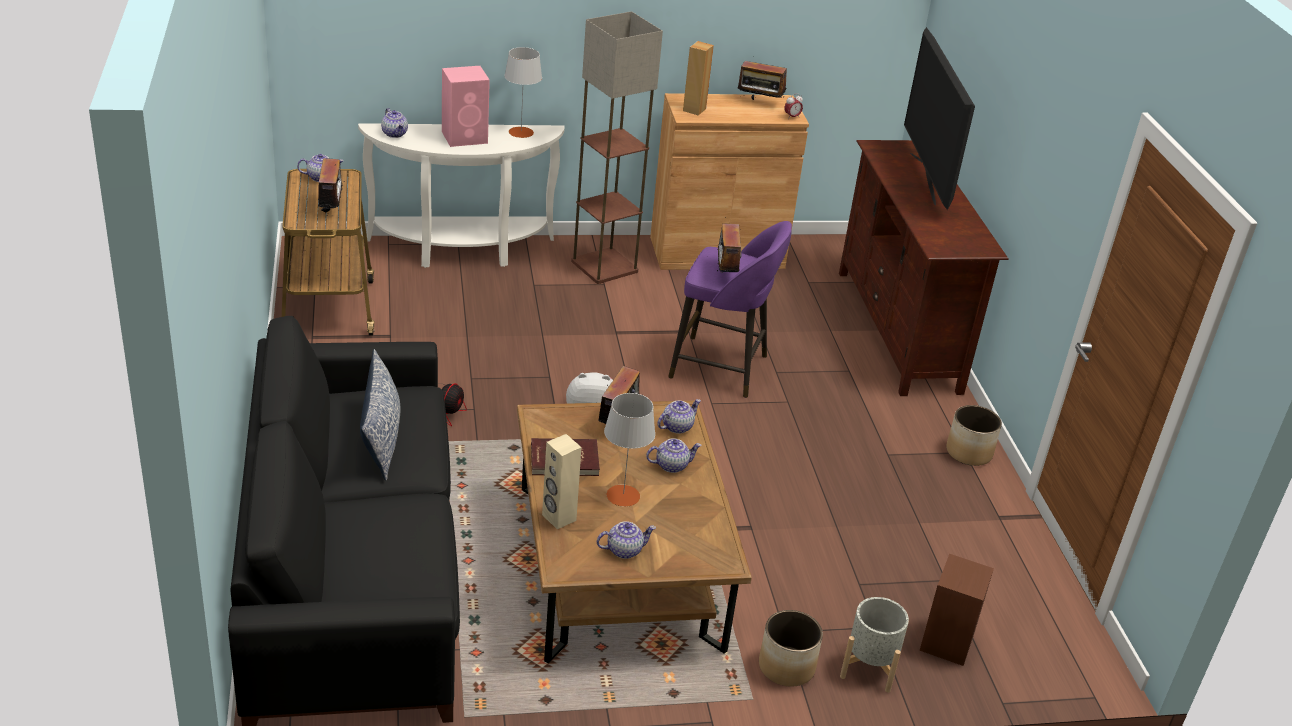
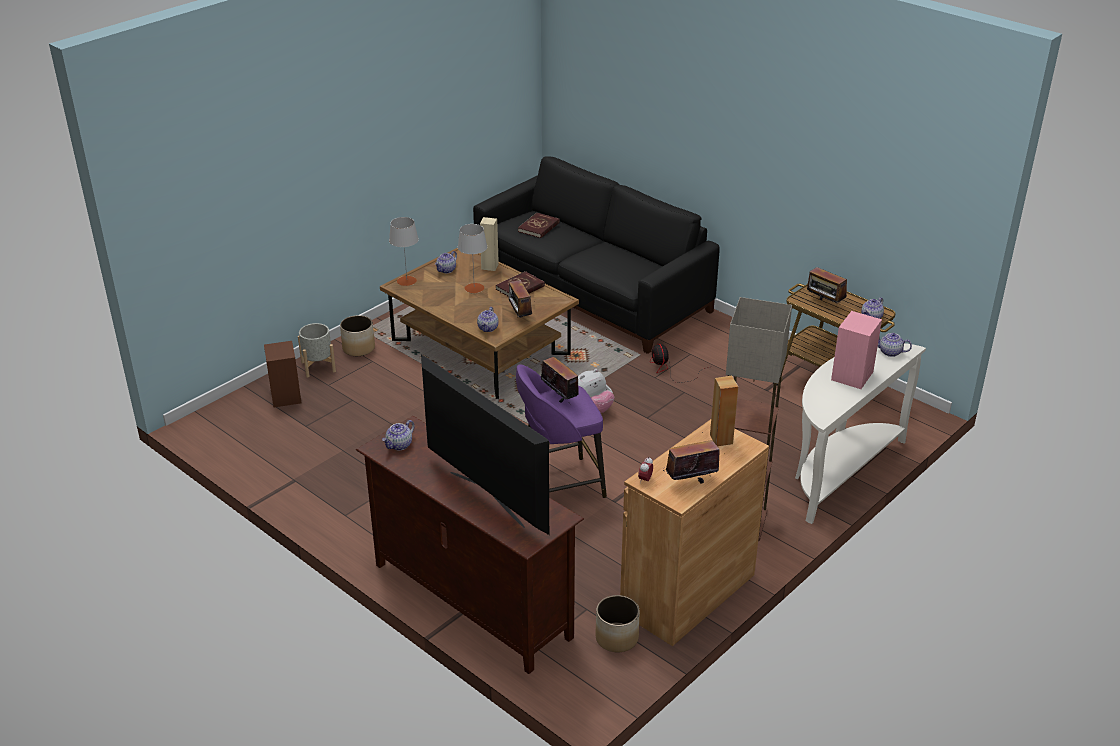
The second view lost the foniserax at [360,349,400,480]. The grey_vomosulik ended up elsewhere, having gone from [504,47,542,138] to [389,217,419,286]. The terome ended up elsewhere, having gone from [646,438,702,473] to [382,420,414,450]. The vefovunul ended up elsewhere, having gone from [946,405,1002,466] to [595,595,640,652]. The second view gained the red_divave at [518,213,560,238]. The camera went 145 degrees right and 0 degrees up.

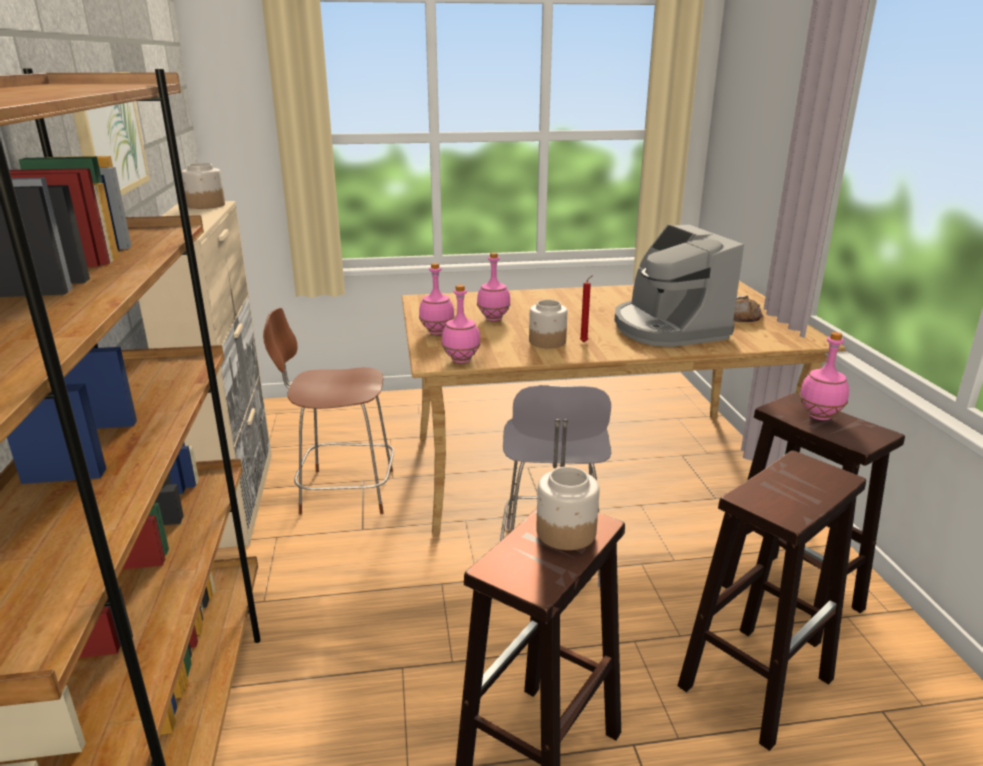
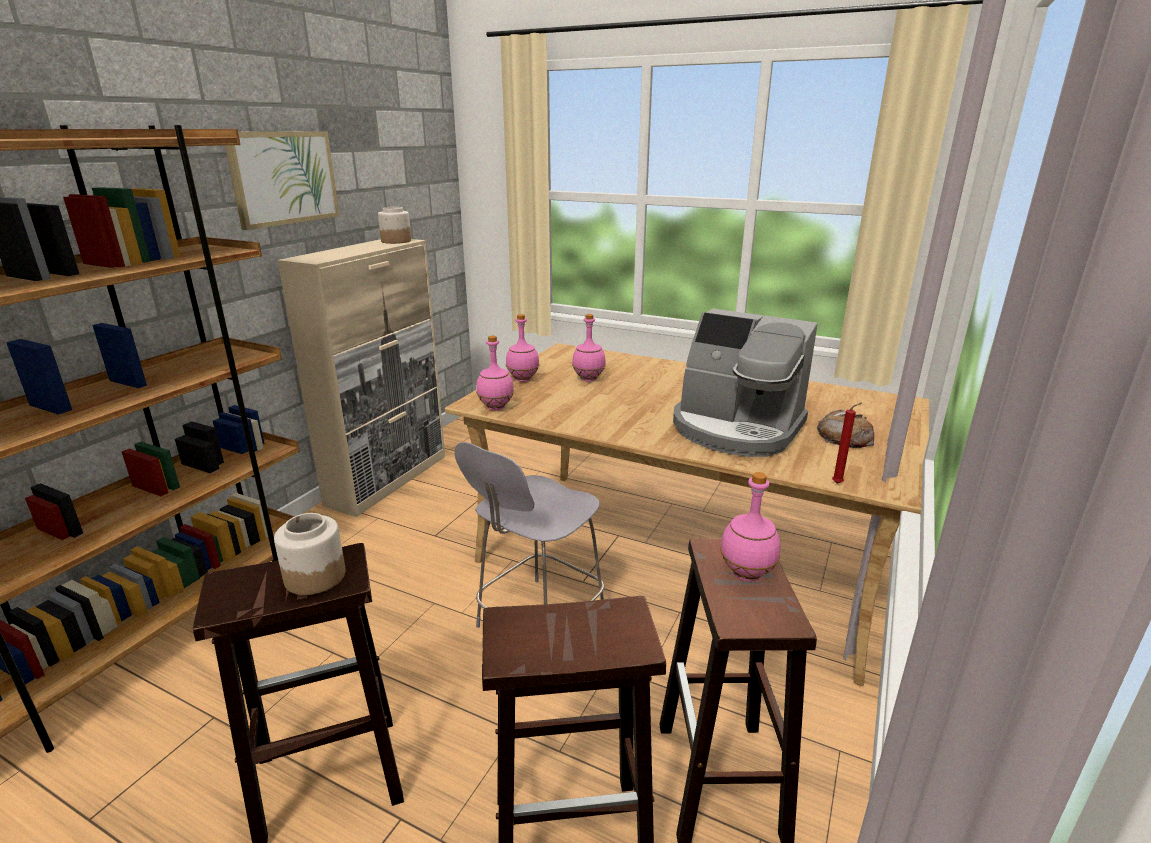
The second view lost the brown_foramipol at [263,308,394,515]. The second view lost the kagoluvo at [529,300,567,348]. The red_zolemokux ended up elsewhere, having gone from [580,275,593,342] to [832,403,862,484]. The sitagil at [614,224,744,347] ended up facing another way, 75 degrees counterclockwise from before. The camera went 35 degrees right and 0 degrees up.

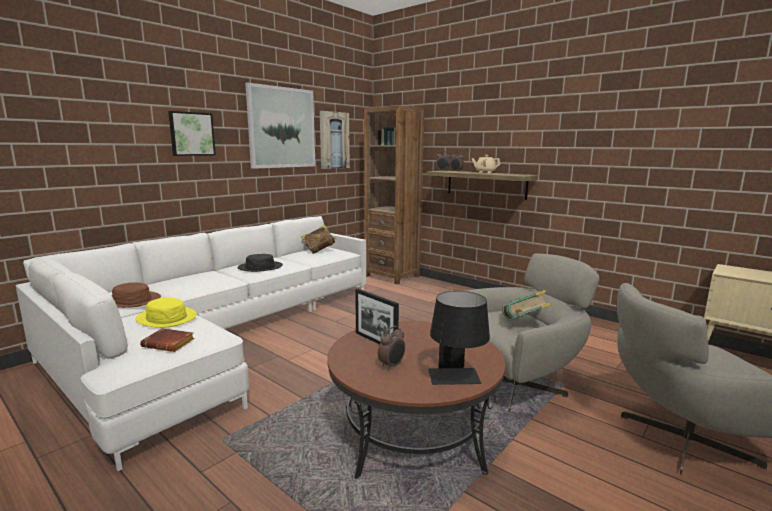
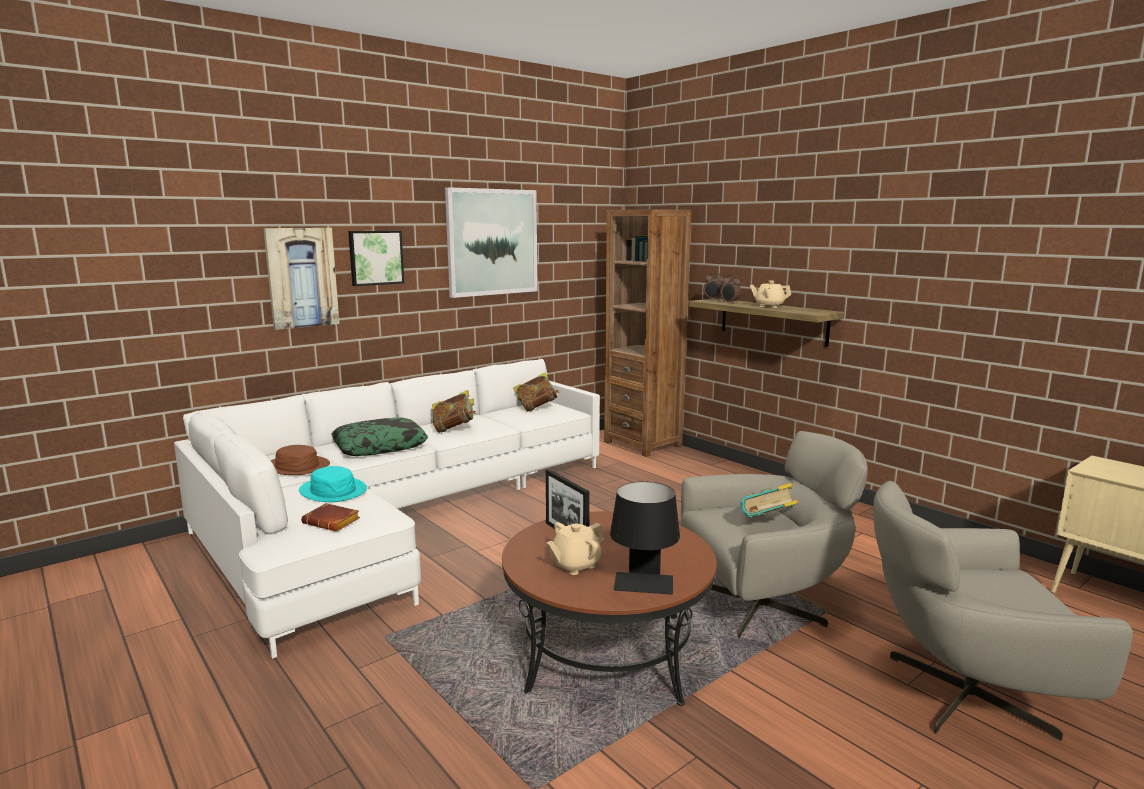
What was the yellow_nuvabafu at [135,297,197,328] turned into the turquoise_nuvabafu at [299,466,367,502]. Where the black_nuvabafu stood at [238,254,283,272], the divave came to stand at [432,390,476,433]. The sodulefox ended up elsewhere, having gone from [320,111,350,169] to [263,228,340,330]. Where the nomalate stood at [378,326,405,370], the beige_terome came to stand at [547,522,604,575]. The second view gained the foniserax at [331,417,428,456]. The camera went 10 degrees right and 0 degrees up.

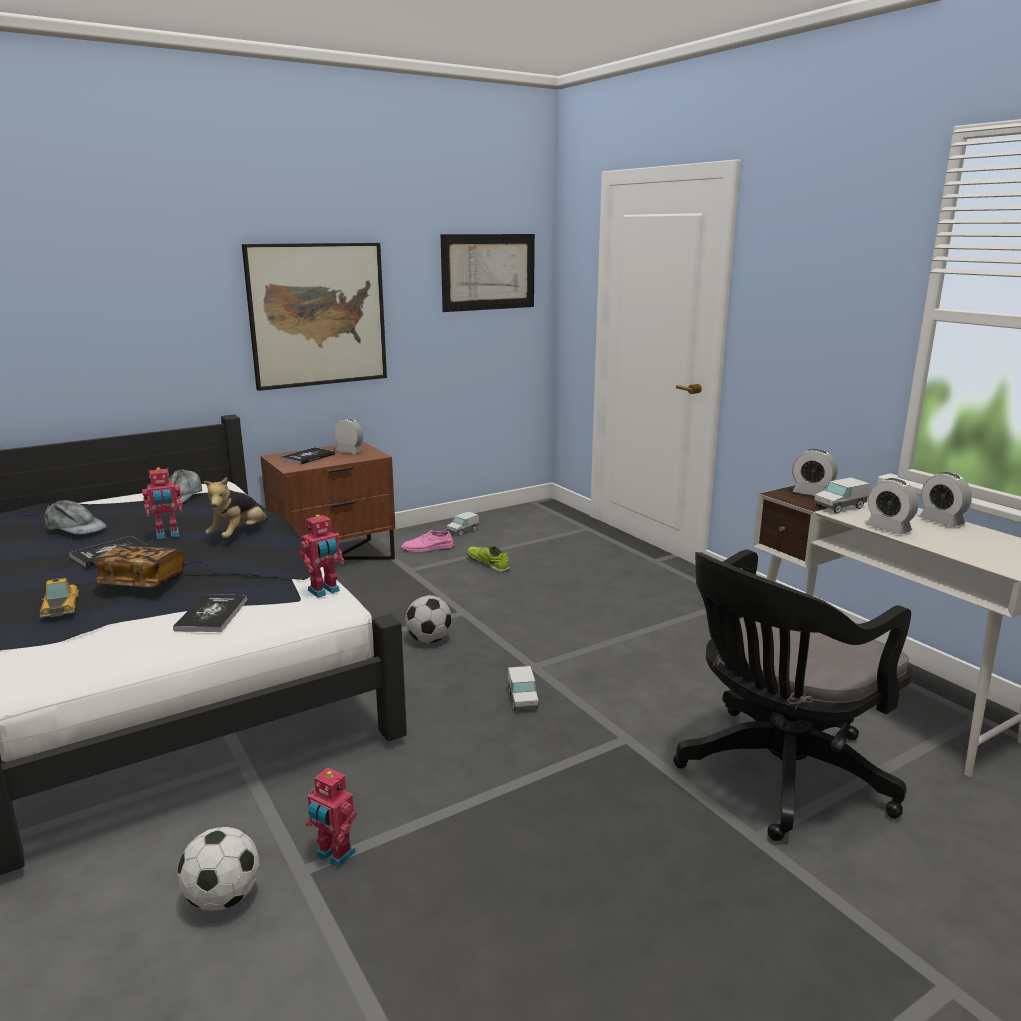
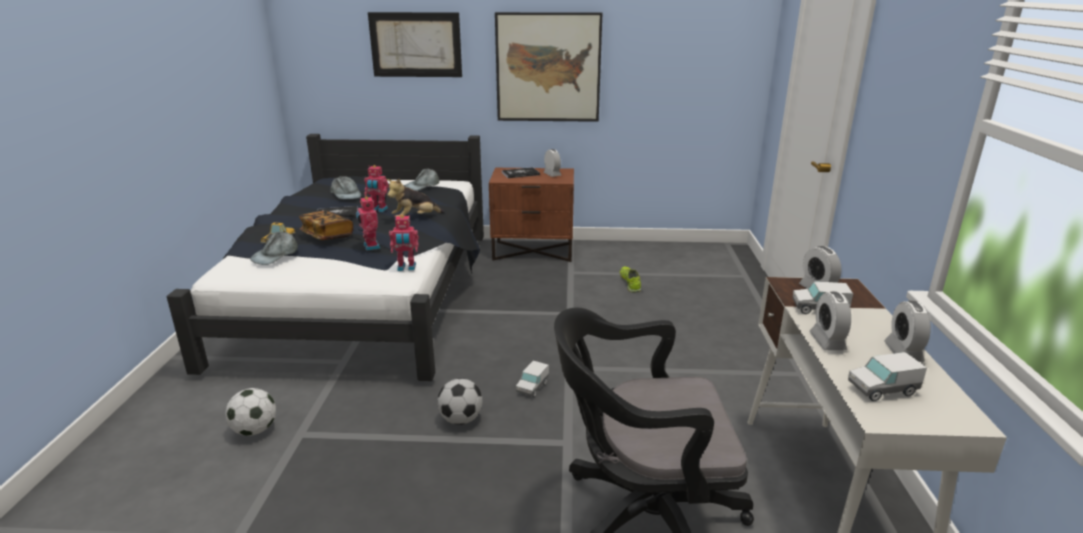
The second view lost the divave at [173,594,248,632]. The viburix ended up elsewhere, having gone from [306,768,357,868] to [356,196,381,251]. The second view lost the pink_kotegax at [401,530,454,552]. The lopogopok ended up elsewhere, having gone from [405,595,452,643] to [437,378,483,425]. The sodulefox ended up elsewhere, having gone from [441,234,535,312] to [368,12,462,77]. The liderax ended up elsewhere, having gone from [447,511,479,536] to [848,352,927,401]. The second view gained the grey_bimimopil at [250,231,298,265]. The camera went 35 degrees right and 5 degrees up.

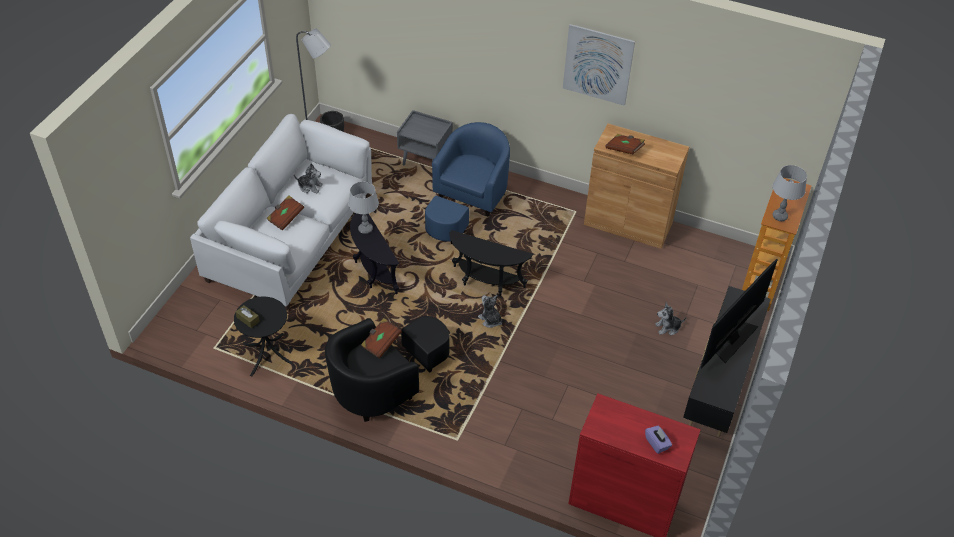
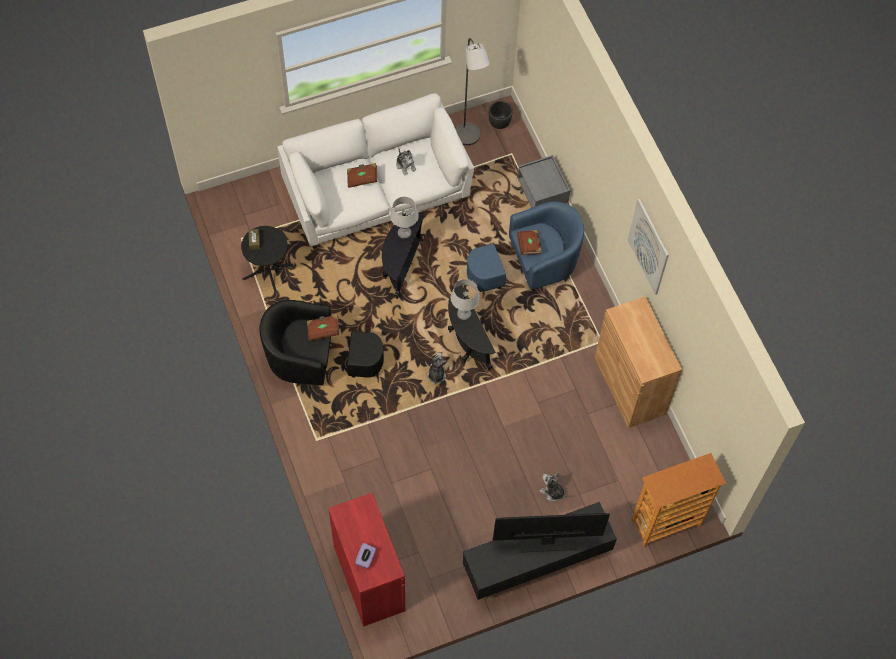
The brown_divave ended up elsewhere, having gone from [605,134,645,154] to [517,230,541,255]. The grey_vomosulik ended up elsewhere, having gone from [772,165,807,221] to [450,279,480,320]. The camera went 45 degrees right and 15 degrees up.

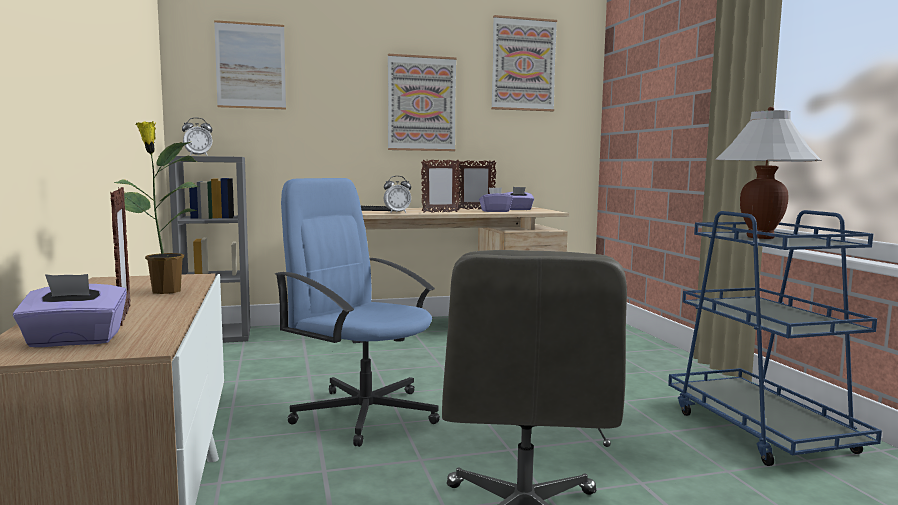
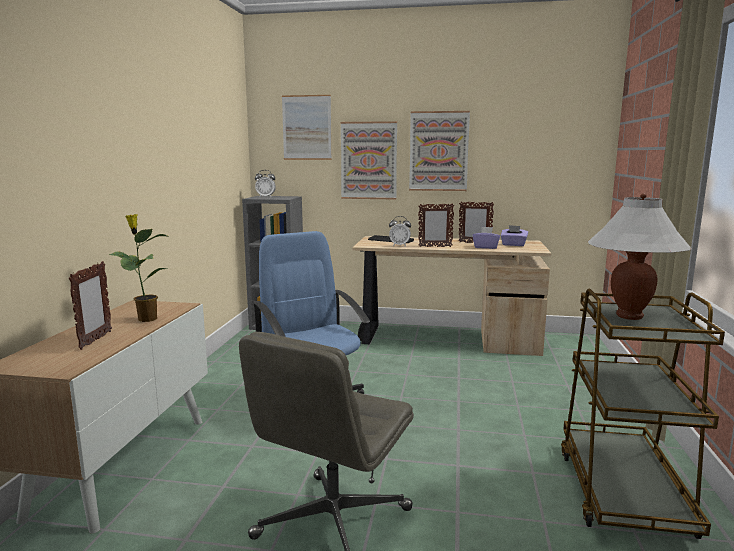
The second view lost the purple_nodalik at [13,274,127,347]. The sodulefox ended up elsewhere, having gone from [491,15,557,111] to [340,121,397,200]. What was the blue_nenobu at [668,210,882,466] turned into the brown_nenobu at [561,288,725,539]. The camera went 25 degrees right and 5 degrees up.

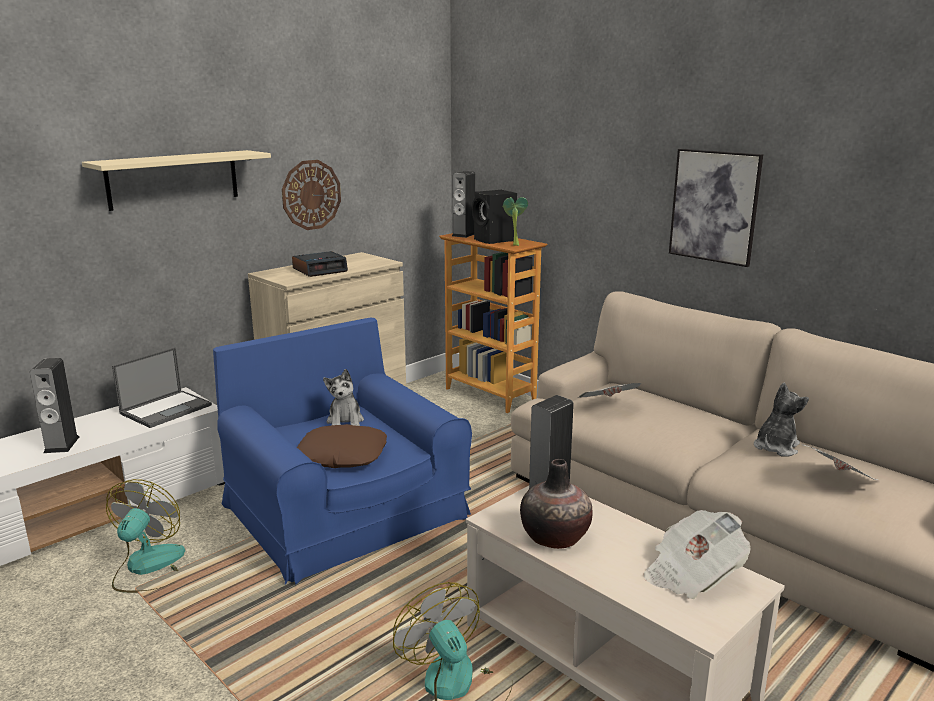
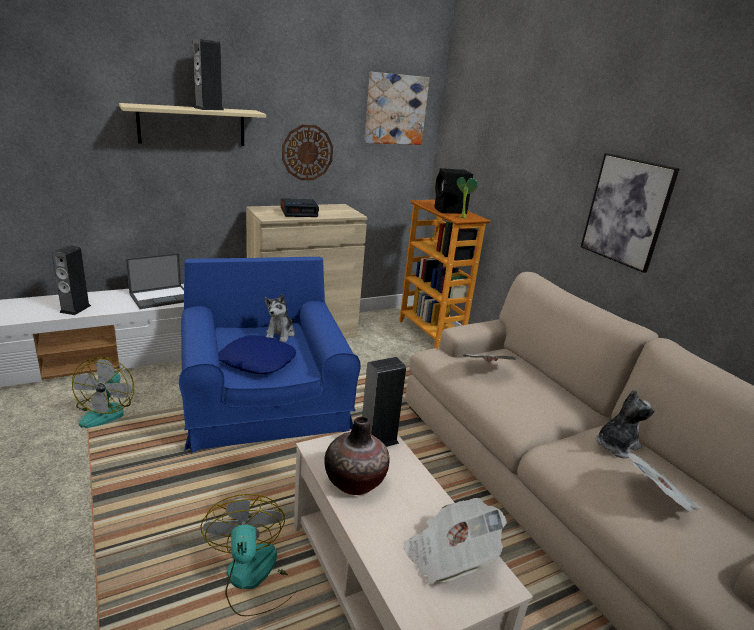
The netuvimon at [106,479,185,593] ended up facing another way, 150 degrees clockwise from before. What was the brown_foniserax at [297,424,387,468] turned into the blue_foniserax at [218,335,296,374]. The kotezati ended up elsewhere, having gone from [452,171,476,238] to [193,39,224,110]. The second view gained the sodulefox at [364,72,430,145]. The camera went 15 degrees right and 5 degrees up.

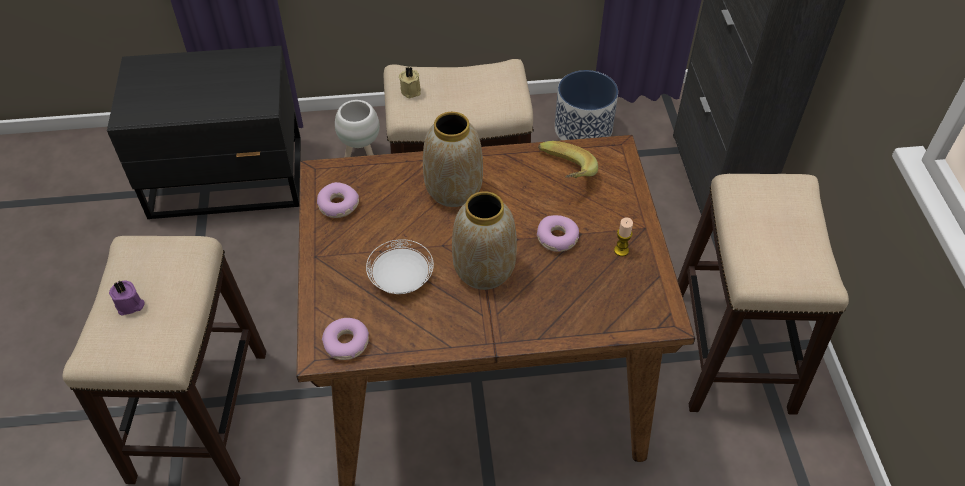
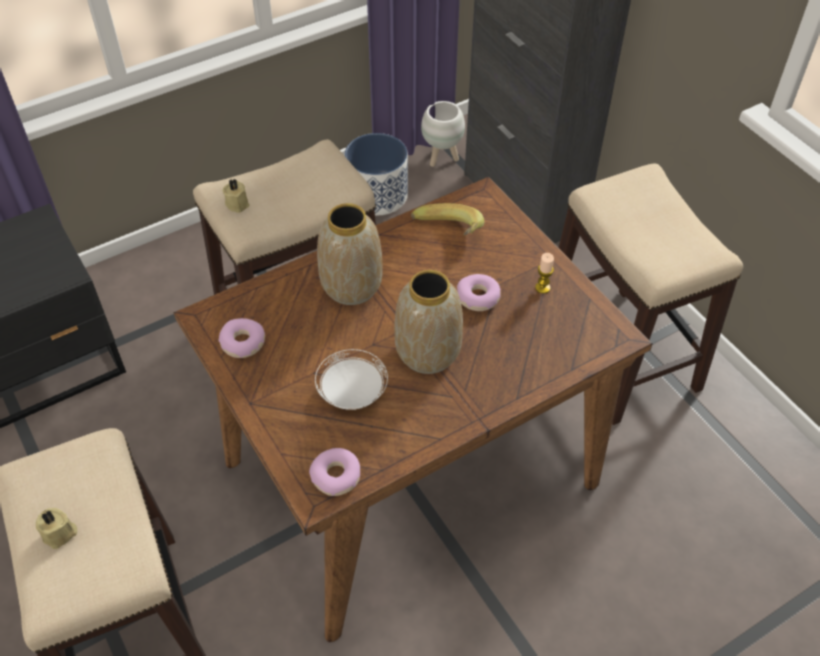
What was the purple_zolemokux at [109,280,145,316] turned into the beige_zolemokux at [36,508,77,549]. The white_vefovunul ended up elsewhere, having gone from [335,100,380,157] to [421,101,465,167]. The camera went 25 degrees left and 0 degrees up.

